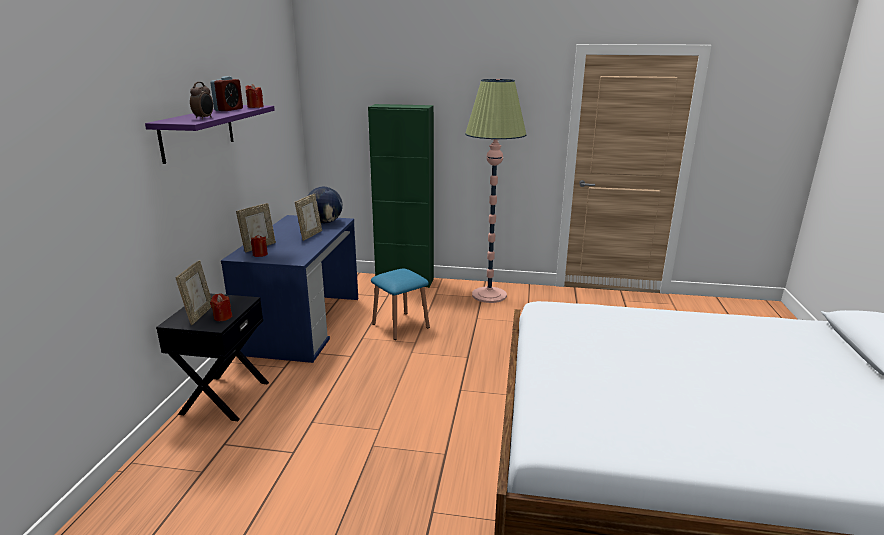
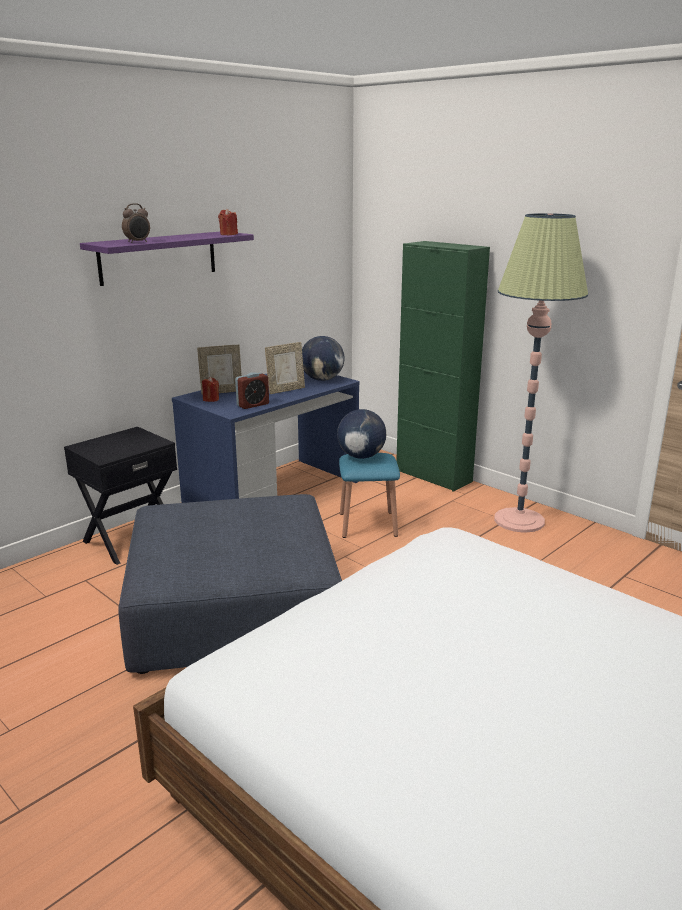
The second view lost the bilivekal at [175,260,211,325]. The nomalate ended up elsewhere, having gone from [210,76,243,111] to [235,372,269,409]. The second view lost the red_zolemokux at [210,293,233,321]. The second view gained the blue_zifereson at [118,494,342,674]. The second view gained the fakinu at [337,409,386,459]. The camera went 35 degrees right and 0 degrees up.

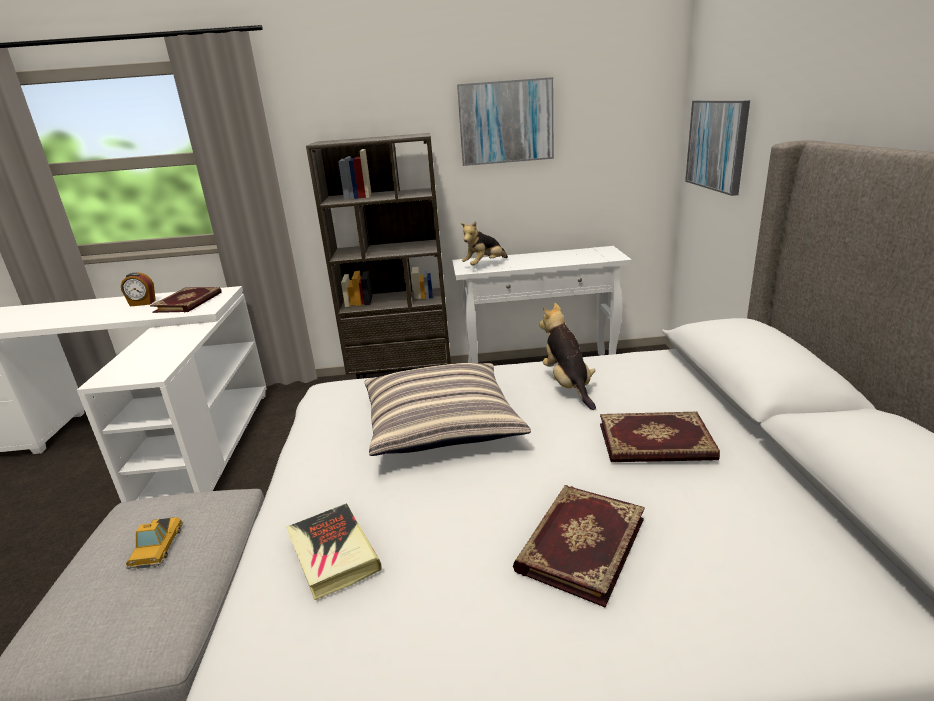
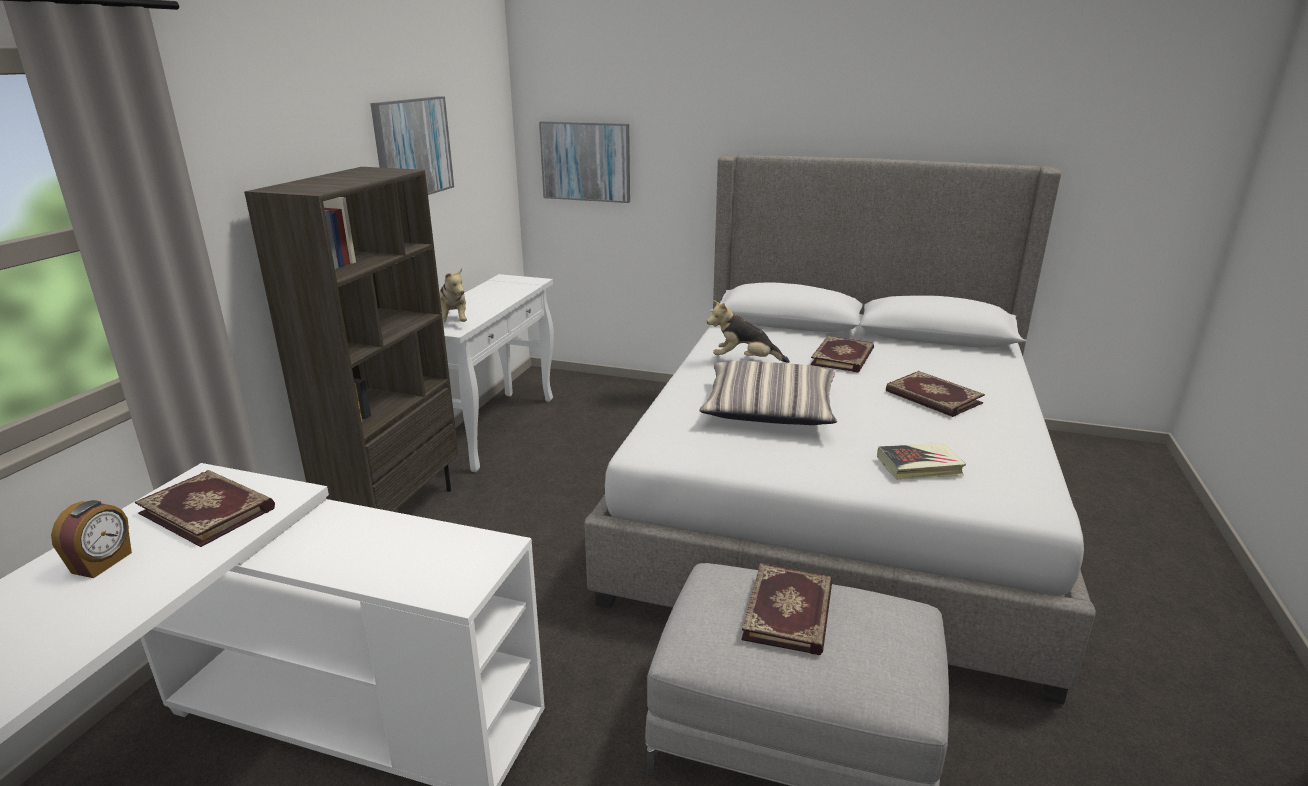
Where the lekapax stood at [126,517,183,569], the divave came to stand at [741,563,832,655]. The camera went 70 degrees left and 0 degrees up.

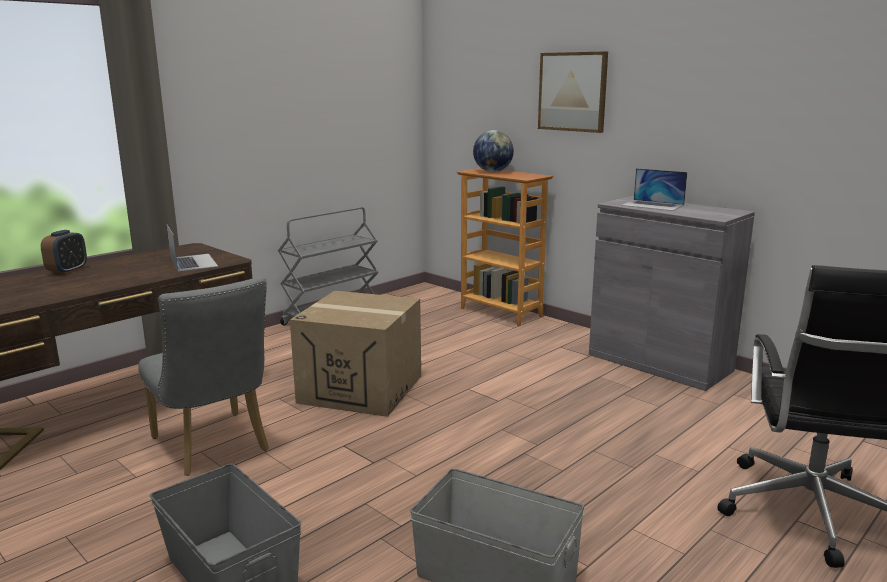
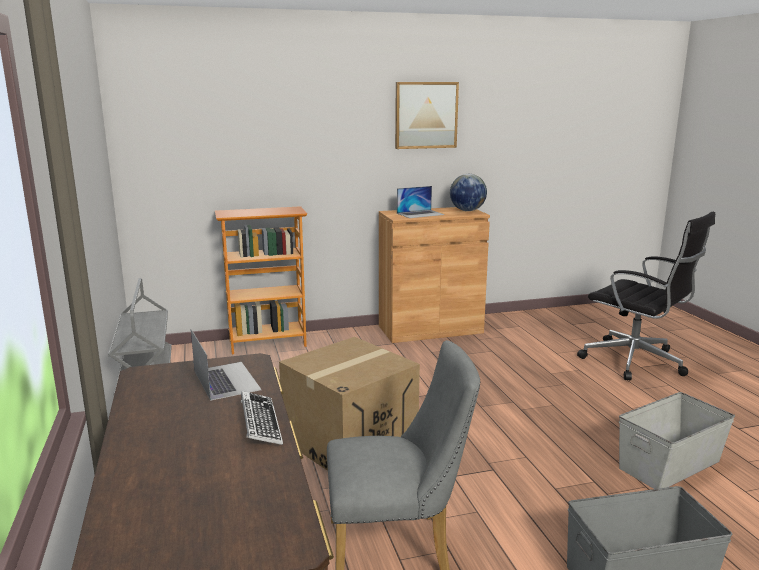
The second view lost the nomalate at [41,230,87,274]. The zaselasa at [166,224,218,271] ended up facing another way, 60 degrees clockwise from before. The fakinu ended up elsewhere, having gone from [473,130,514,172] to [450,174,487,211]. The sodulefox ended up elsewhere, having gone from [538,51,608,133] to [395,82,459,149]. What was the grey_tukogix at [589,196,755,391] turned into the brown_tukogix at [379,207,490,343]. The second view gained the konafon at [241,391,283,445]. The camera went 60 degrees left and 0 degrees up.

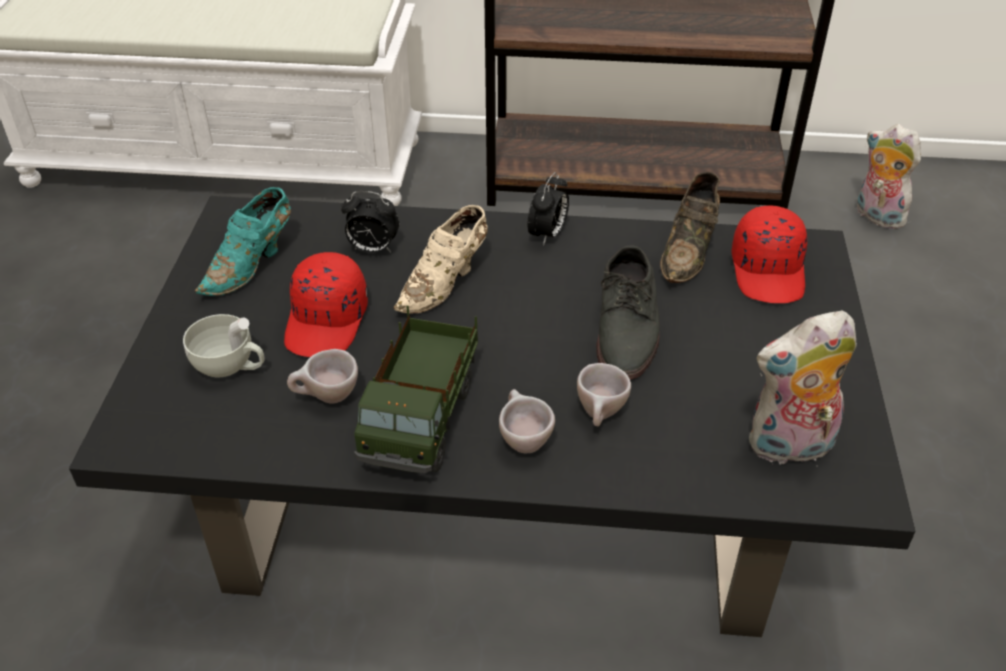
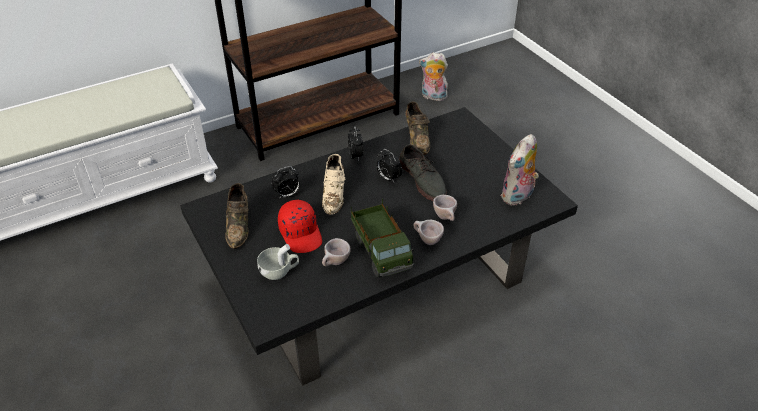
What was the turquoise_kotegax at [195,187,291,296] turned into the brown_kotegax at [225,183,249,249]. The second view lost the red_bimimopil at [732,206,807,303]. The second view gained the nomalate at [376,149,402,182]. The camera went 35 degrees left and 0 degrees up.

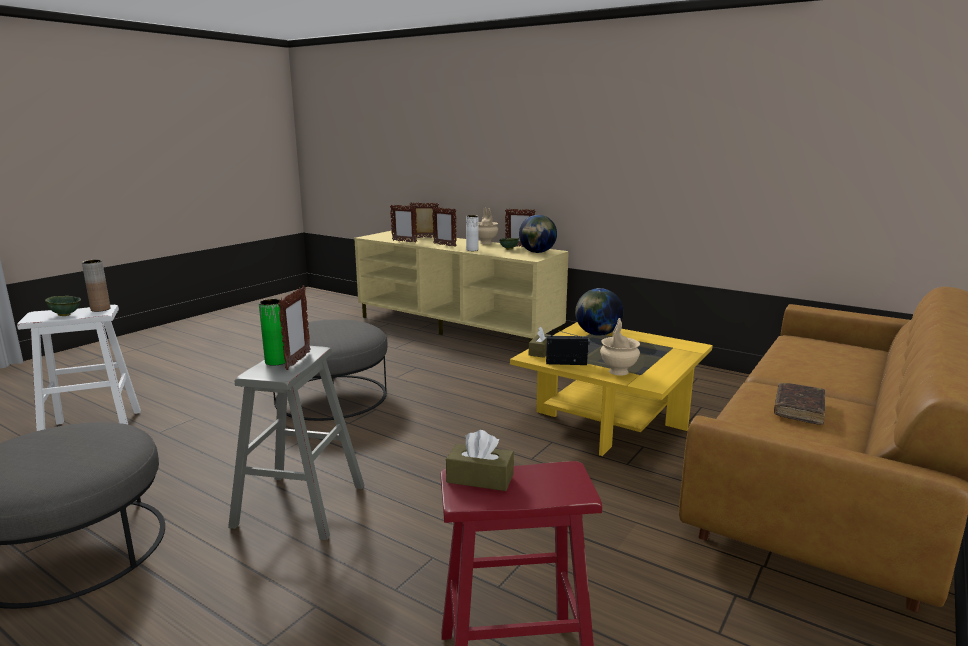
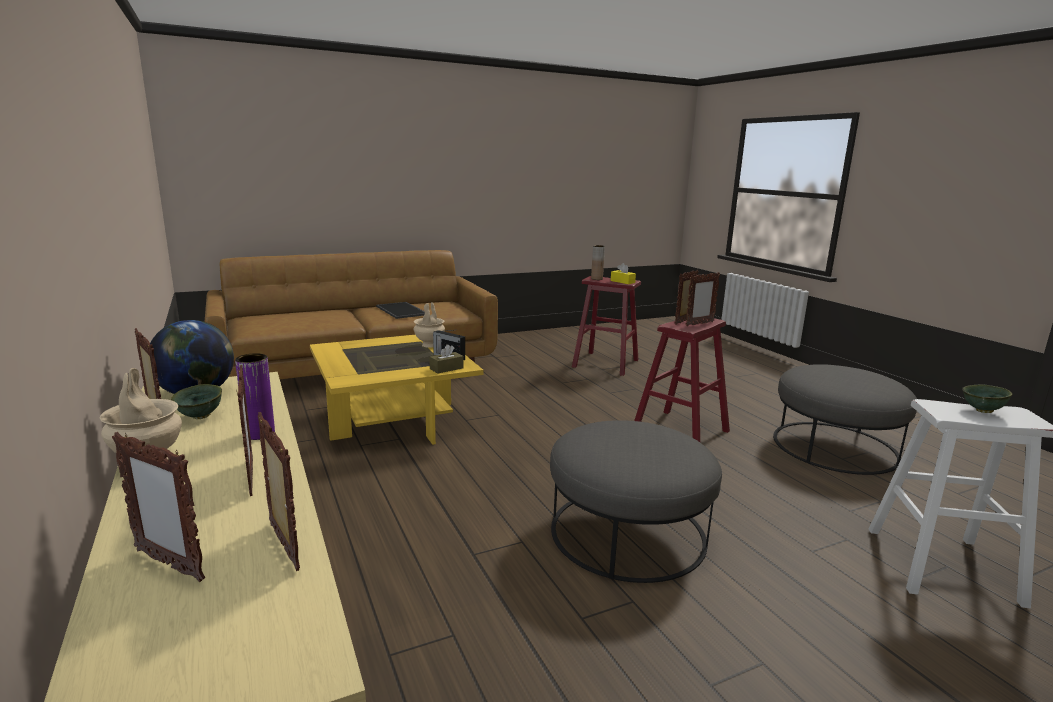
The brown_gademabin ended up elsewhere, having gone from [82,260,110,312] to [591,245,605,280]. What was the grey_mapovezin at [228,346,364,540] turned into the red_mapovezin at [634,318,730,442]. Where the green_gademabin stood at [259,299,285,366], the bilivekal came to stand at [686,272,720,326]. What was the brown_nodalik at [446,430,514,491] turned into the yellow_nodalik at [611,263,636,284]. What was the white_gademabin at [466,215,479,251] turned into the purple_gademabin at [235,353,275,440]. The second view lost the fakinu at [575,288,624,336]. Where the brown_divave stood at [774,383,825,425], the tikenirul came to stand at [376,302,425,319]. The camera went 150 degrees left and 0 degrees up.

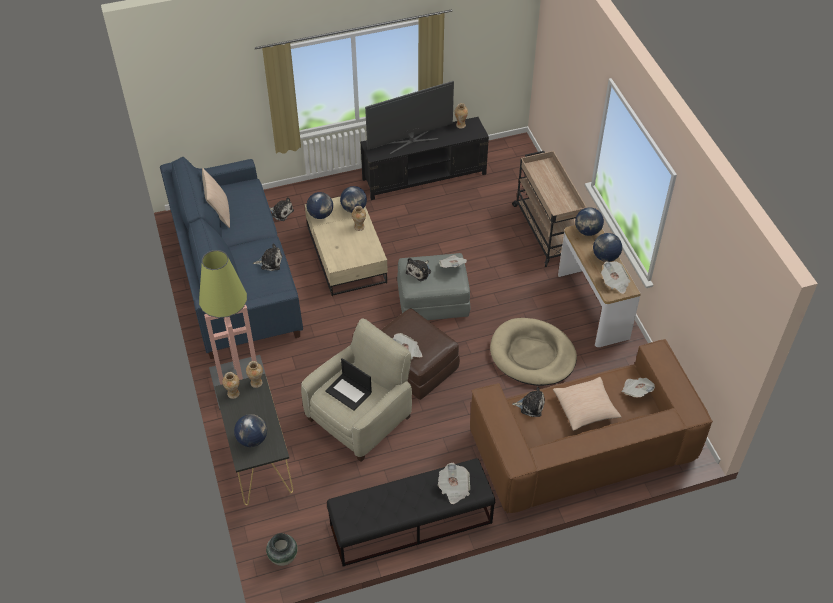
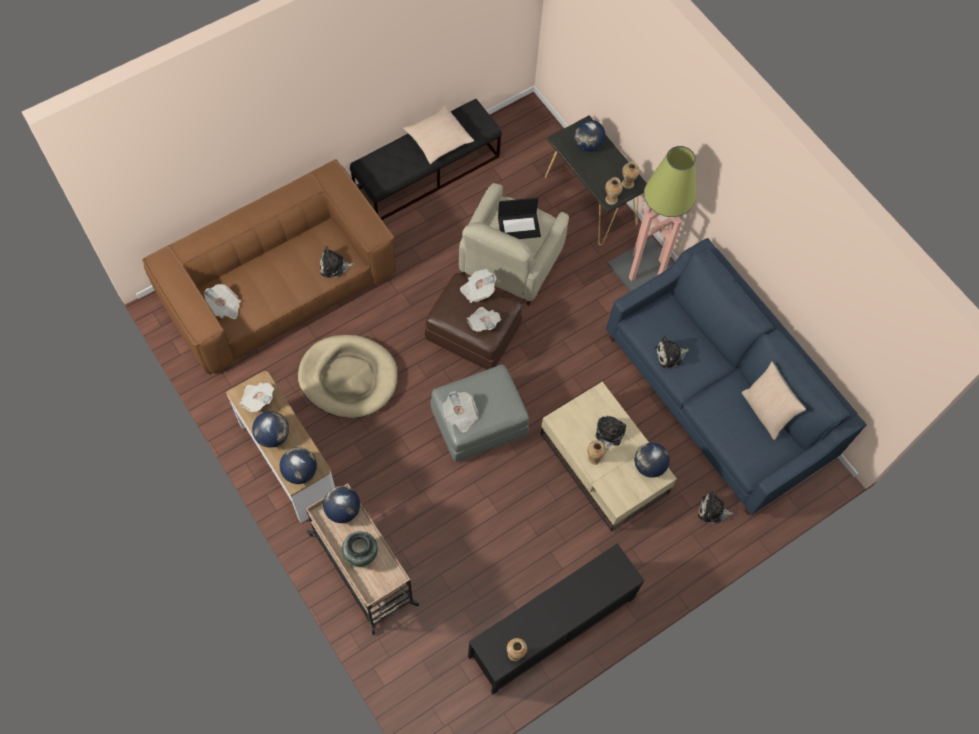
The gademabin ended up elsewhere, having gone from [266,533,298,566] to [342,531,378,567]. The zaselasa at [325,358,372,411] ended up facing another way, 150 degrees clockwise from before. The fakinu ended up elsewhere, having gone from [340,186,367,213] to [323,486,360,523]. The second view lost the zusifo at [365,81,454,154]. The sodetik ended up elsewhere, having gone from [406,258,431,281] to [596,416,626,453]. The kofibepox ended up elsewhere, having gone from [438,463,470,504] to [466,307,501,332]. The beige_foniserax ended up elsewhere, having gone from [553,377,621,431] to [403,105,474,164]. The camera went 160 degrees right and 15 degrees up.

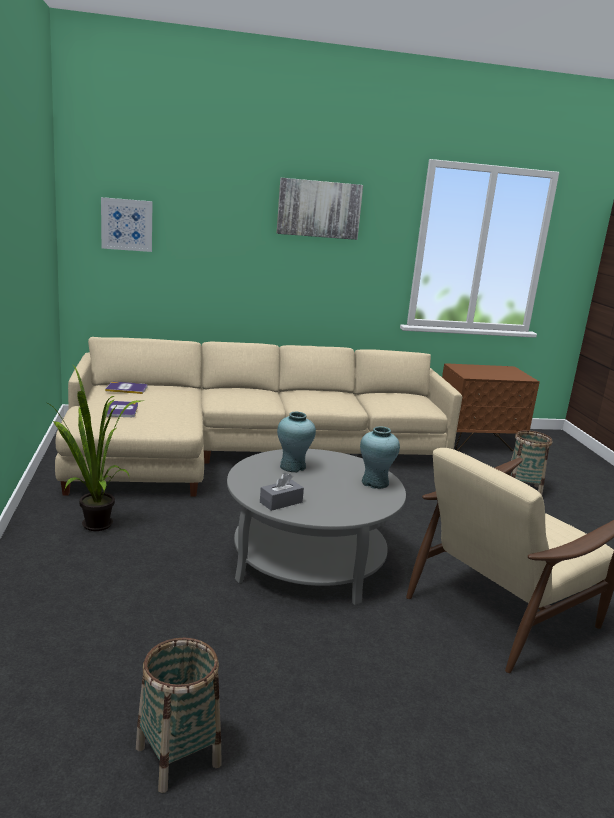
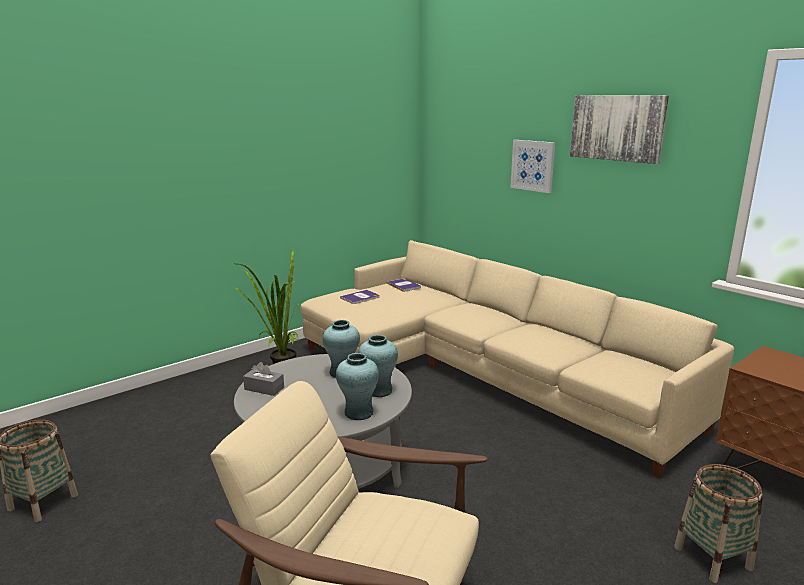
The sodulefox ended up elsewhere, having gone from [101,197,153,252] to [510,140,555,193]. The second view gained the turquoise_gademabin at [358,335,398,397]. The camera went 60 degrees right and 0 degrees up.

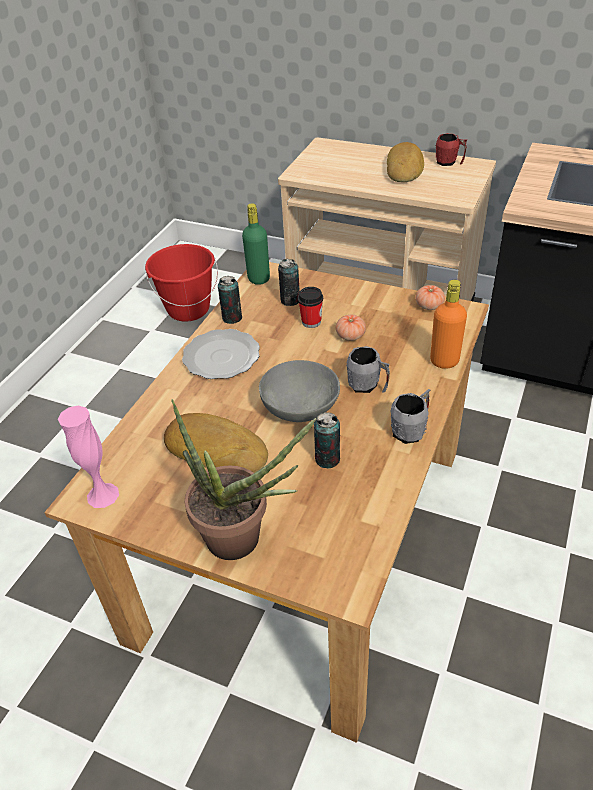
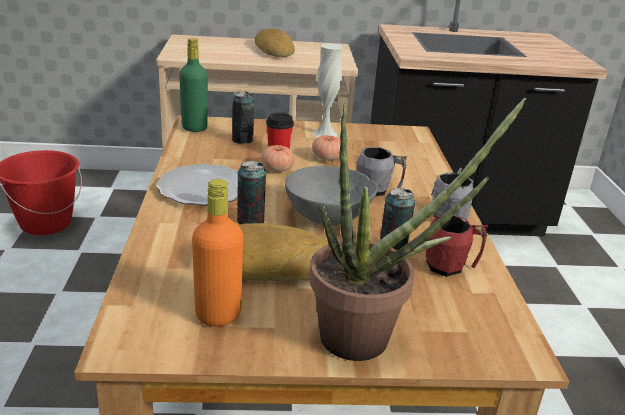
The second view lost the pink_gademabin at [58,405,119,508]. The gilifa ended up elsewhere, having gone from [218,276,242,324] to [237,161,266,224]. The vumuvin ended up elsewhere, having gone from [415,285,445,310] to [261,145,295,172]. The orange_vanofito ended up elsewhere, having gone from [430,280,467,369] to [192,179,244,326]. The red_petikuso ended up elsewhere, having gone from [436,133,467,166] to [426,215,489,277]. The second view gained the white_gademabin at [313,43,344,137]. The camera went 30 degrees left and 15 degrees down.

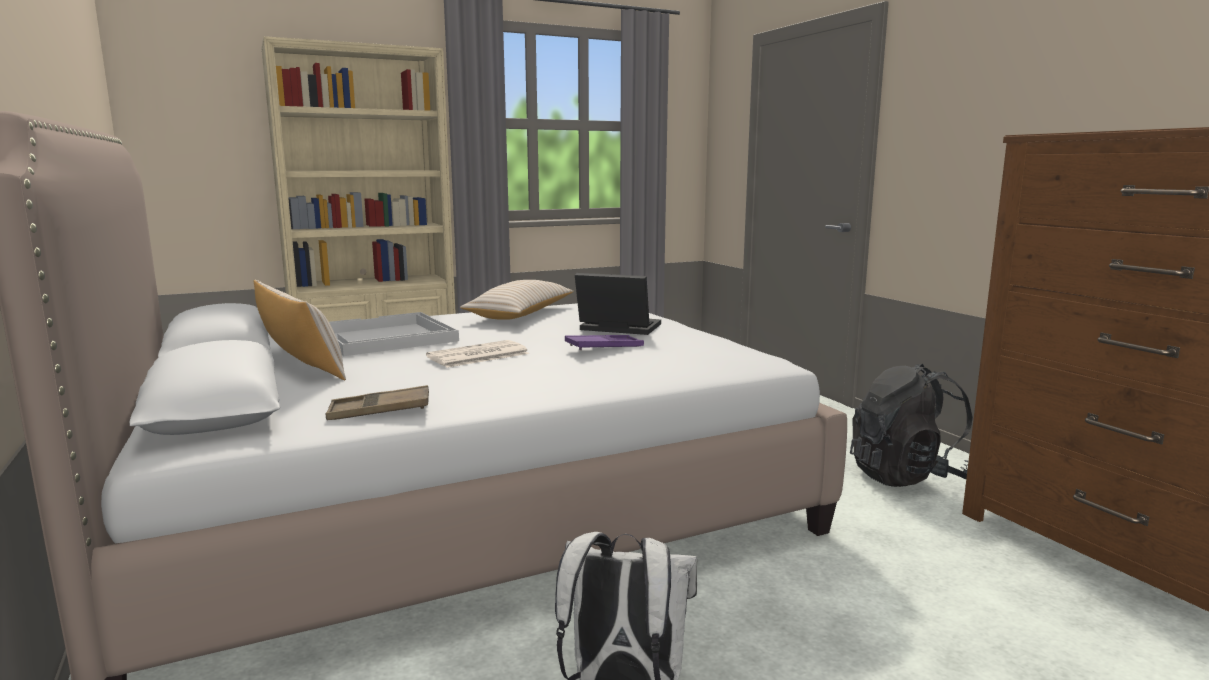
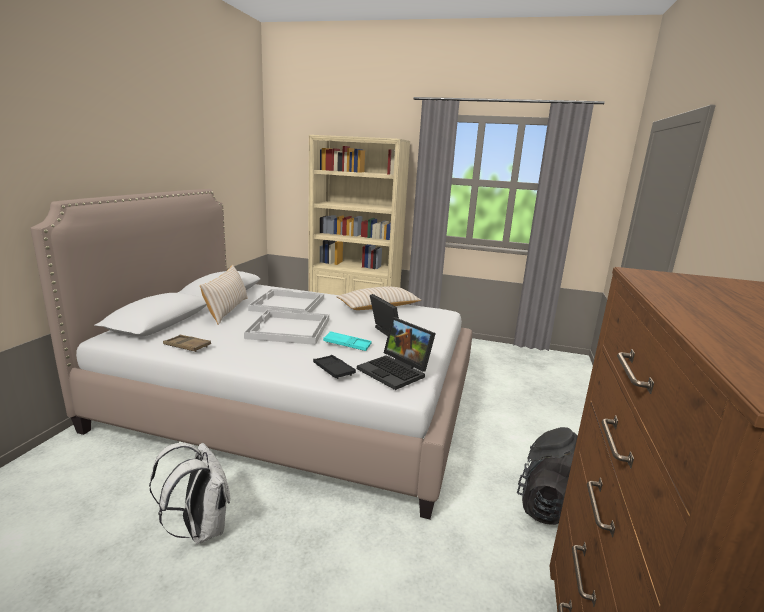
Where the kofibepox stood at [426,340,529,368], the white_tikenirul came to stand at [244,310,329,345]. What was the purple_tikenirul at [565,335,644,350] turned into the turquoise_tikenirul at [323,331,371,351]. The second view gained the black_tikenirul at [313,355,356,379]. The second view gained the zaselasa at [357,317,436,390]. The camera went 40 degrees right and 5 degrees up.

